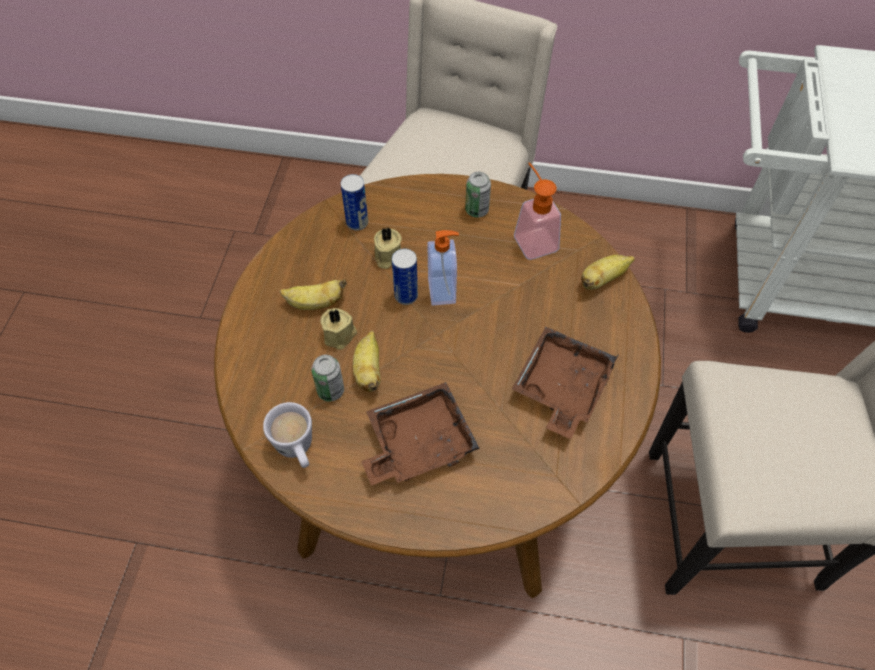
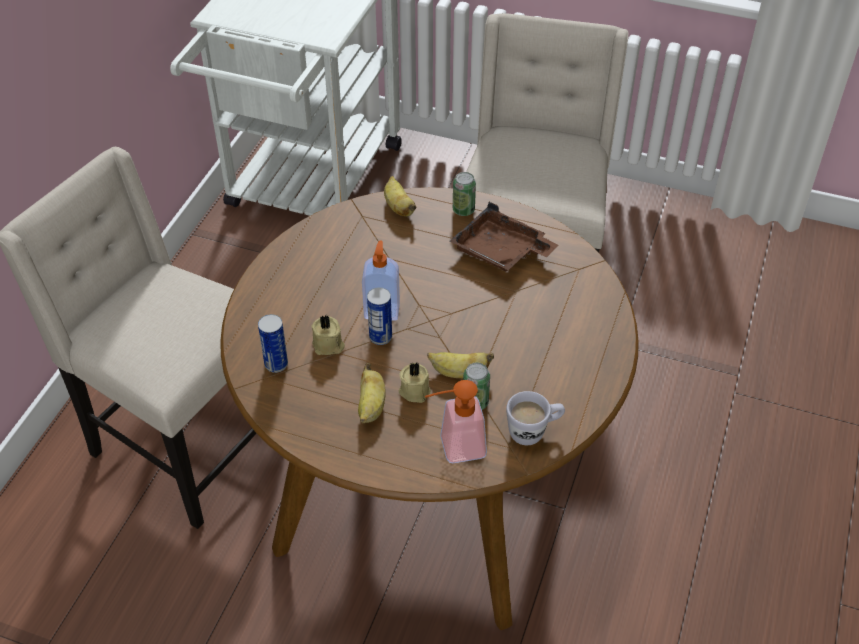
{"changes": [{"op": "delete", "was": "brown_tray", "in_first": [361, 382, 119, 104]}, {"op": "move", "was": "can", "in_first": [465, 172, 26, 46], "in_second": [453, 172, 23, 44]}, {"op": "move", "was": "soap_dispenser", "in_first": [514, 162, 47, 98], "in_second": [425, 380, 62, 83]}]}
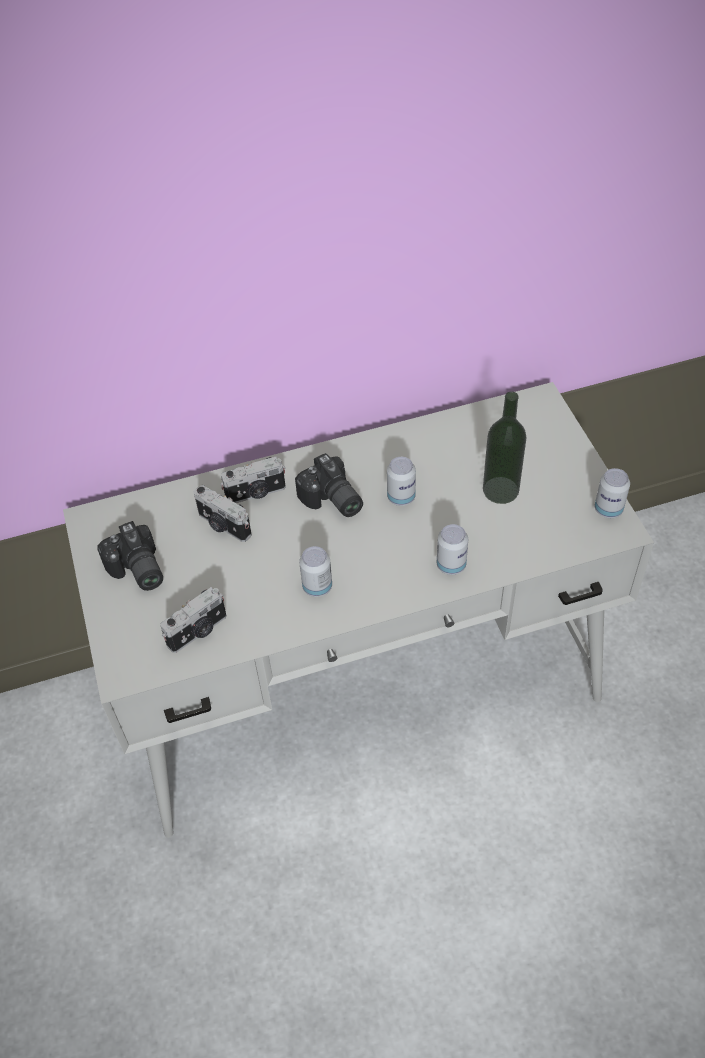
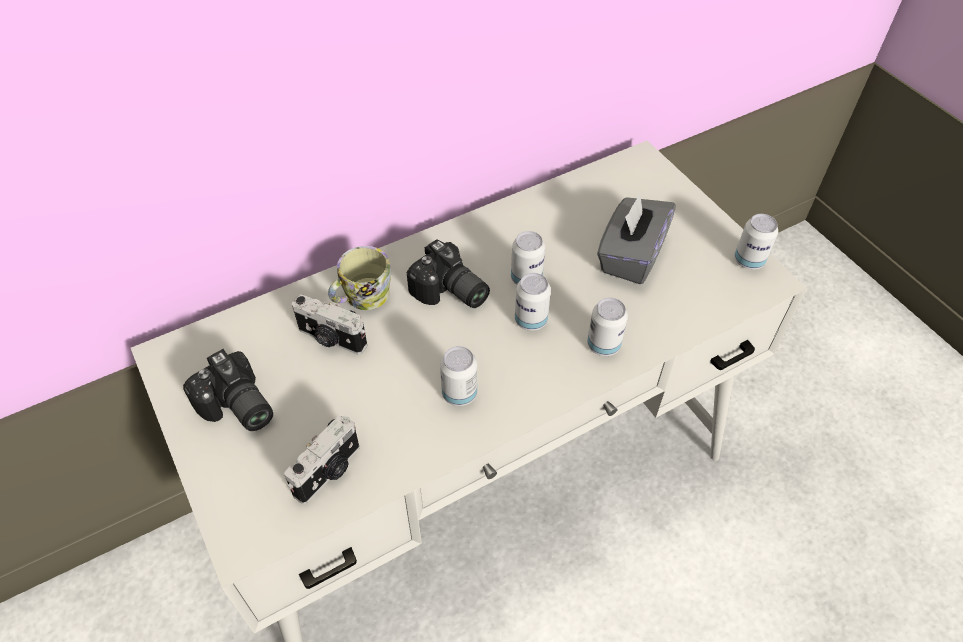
{"changes": [{"op": "insert", "now": "can", "in_second": [515, 273, 36, 58]}, {"op": "replace", "was": "photo_camera", "now": "mug", "in_first": [220, 457, 66, 46], "in_second": [328, 246, 63, 64]}, {"op": "replace", "was": "bottle", "now": "grey_tissue_box", "in_first": [483, 391, 43, 113], "in_second": [597, 193, 79, 91]}]}
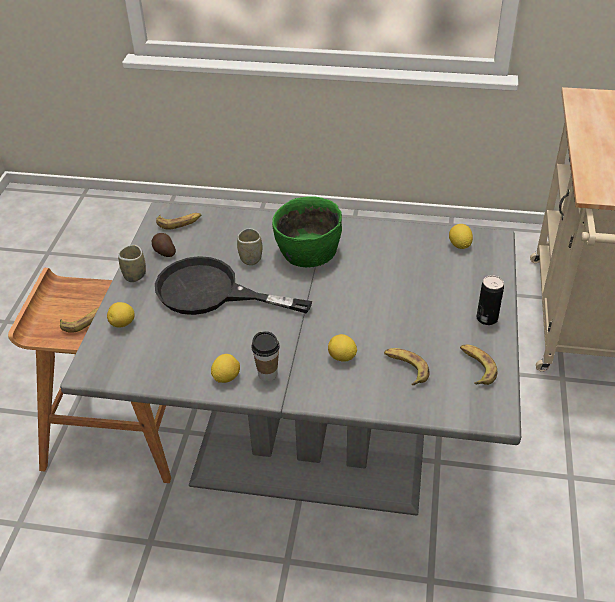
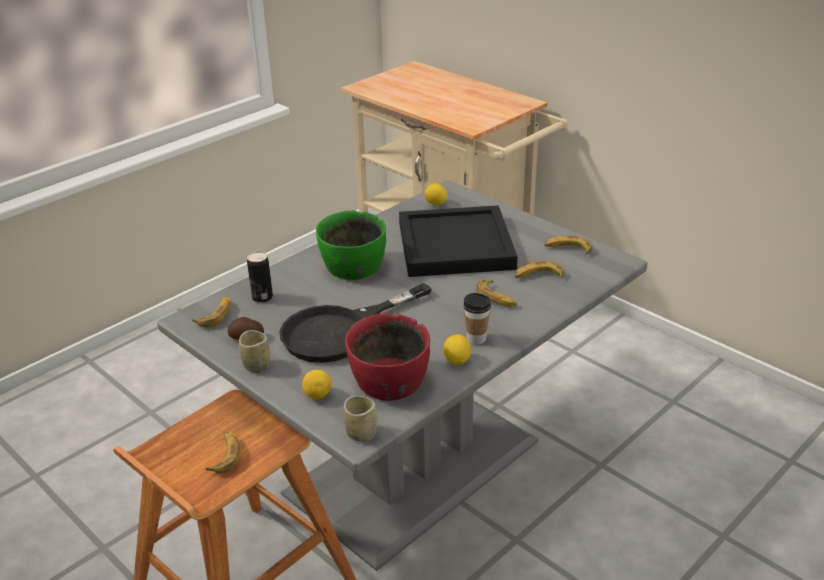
{"changes": [{"op": "insert", "now": "red_bowl", "in_second": [345, 313, 85, 88]}, {"op": "insert", "now": "black_tray", "in_second": [399, 205, 118, 72]}, {"op": "move", "was": "cup", "in_first": [237, 228, 25, 37], "in_second": [344, 396, 33, 46]}, {"op": "move", "was": "can", "in_first": [477, 275, 27, 50], "in_second": [247, 252, 26, 51]}, {"op": "replace", "was": "lemon", "now": "banana", "in_first": [328, 334, 29, 28], "in_second": [476, 280, 41, 27]}]}
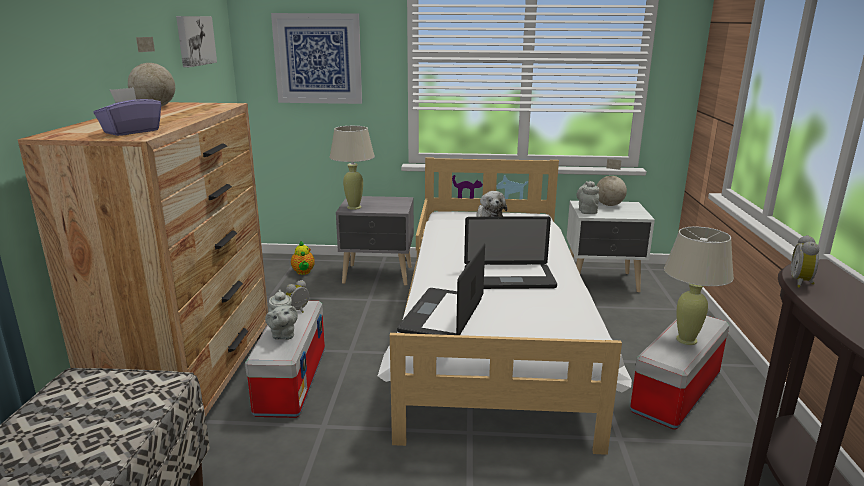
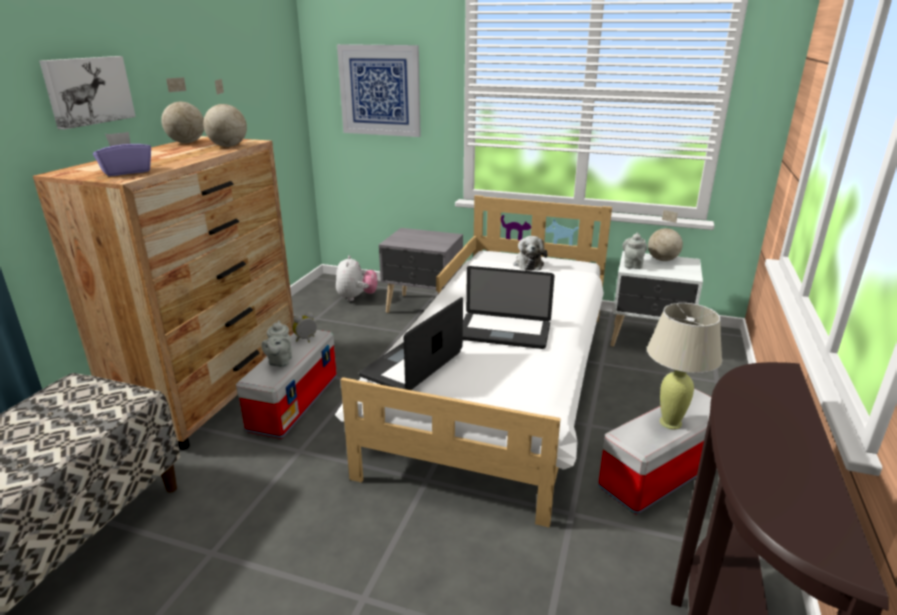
{"changes": [{"op": "delete", "was": "beige_table_lamp", "in_first": [330, 126, 45, 84]}, {"op": "delete", "was": "alarm_clock", "in_first": [791, 235, 28, 53]}, {"op": "insert", "now": "globe", "in_second": [203, 79, 44, 68]}, {"op": "move", "was": "picture", "in_first": [176, 16, 41, 51], "in_second": [39, 56, 97, 74]}, {"op": "replace", "was": "teapot", "now": "plush_toy", "in_first": [291, 241, 24, 34], "in_second": [336, 255, 42, 46]}]}
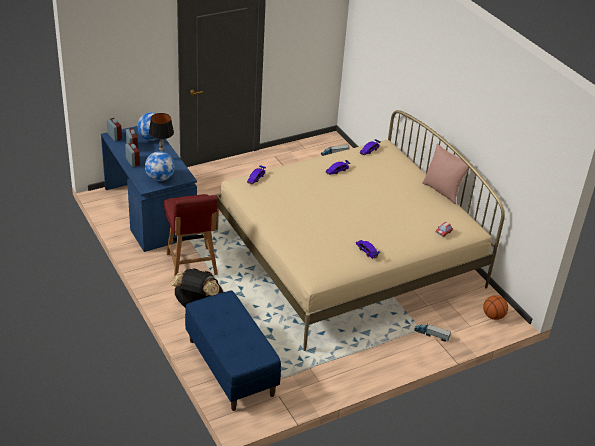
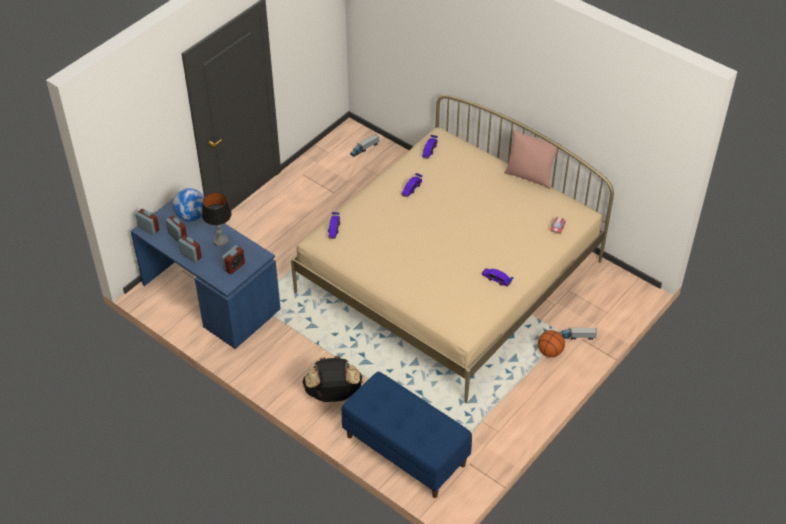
{"changes": [{"op": "delete", "was": "red_chair", "in_first": [164, 194, 54, 82]}, {"op": "move", "was": "basketball", "in_first": [483, 295, 25, 25], "in_second": [538, 330, 27, 27]}, {"op": "replace", "was": "globe", "now": "alarm_clock", "in_first": [145, 151, 30, 30], "in_second": [222, 245, 23, 29]}]}
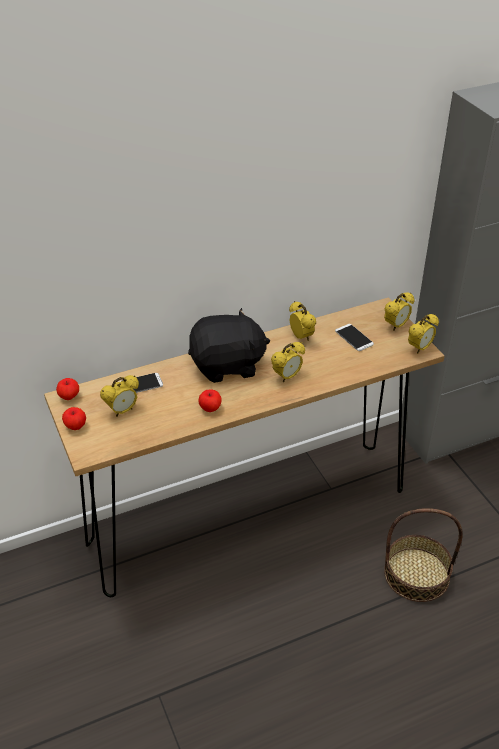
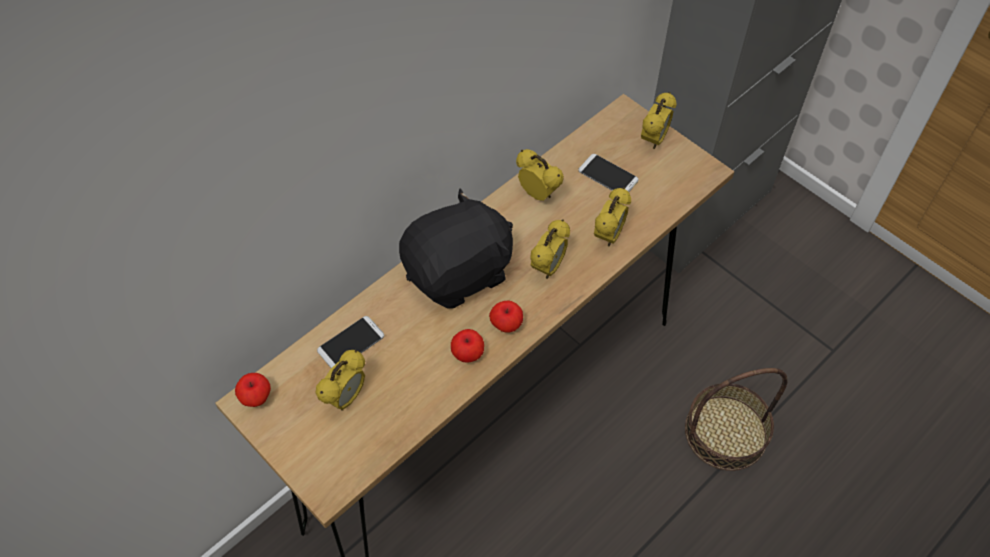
{"changes": [{"op": "move", "was": "apple", "in_first": [62, 407, 24, 23], "in_second": [489, 301, 34, 32]}, {"op": "move", "was": "alarm_clock", "in_first": [408, 314, 31, 40], "in_second": [594, 187, 37, 60]}]}
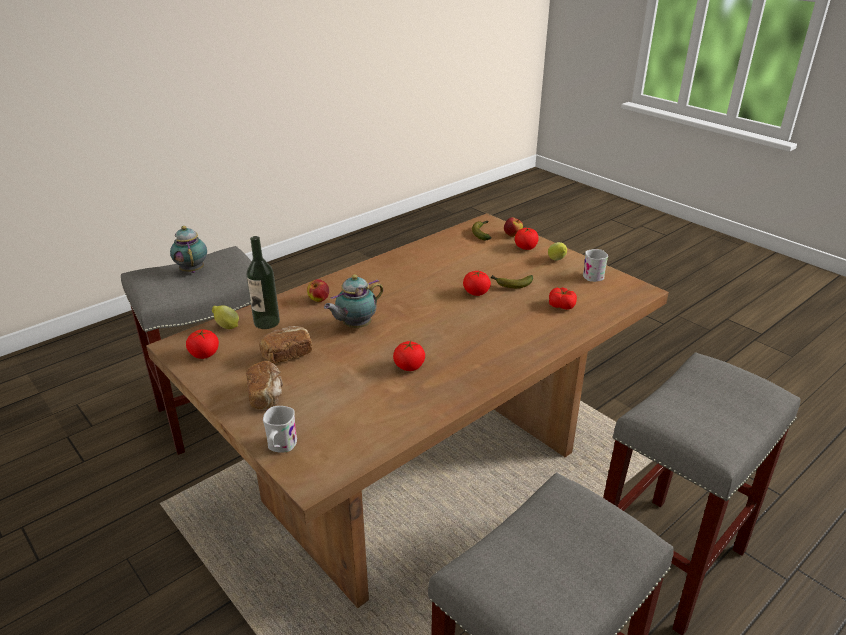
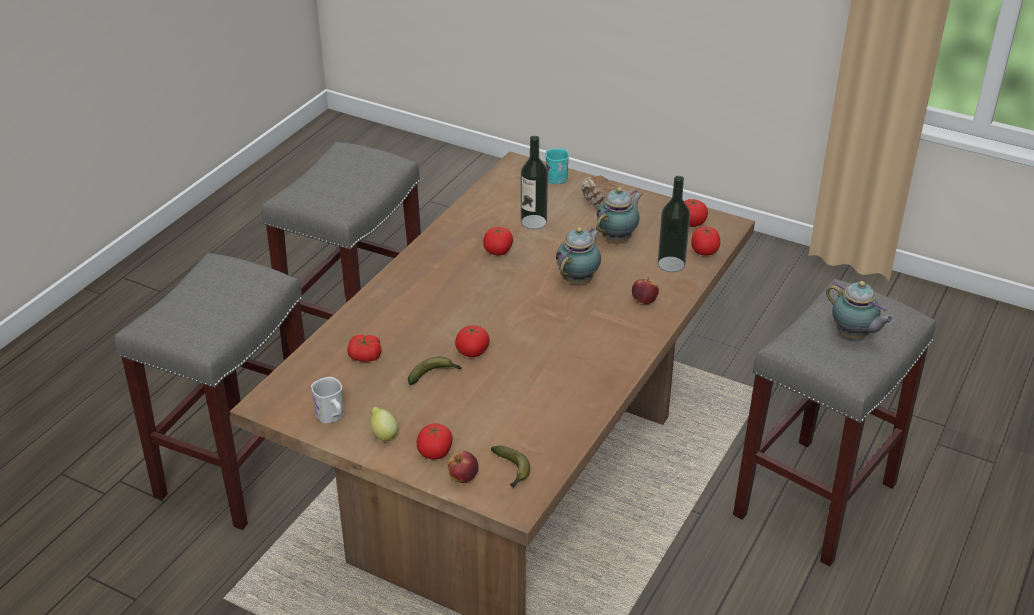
{"changes": [{"op": "insert", "now": "bottle", "in_second": [521, 136, 27, 93]}, {"op": "replace", "was": "lemon", "now": "tomato", "in_first": [212, 305, 27, 24], "in_second": [691, 227, 29, 29]}, {"op": "replace", "was": "bread", "now": "teapot", "in_first": [259, 326, 53, 38], "in_second": [596, 187, 47, 55]}, {"op": "recolor", "was": "white_mug", "now": "turquoise_mug", "in_first": [263, 406, 34, 47], "in_second": [546, 148, 23, 36]}]}
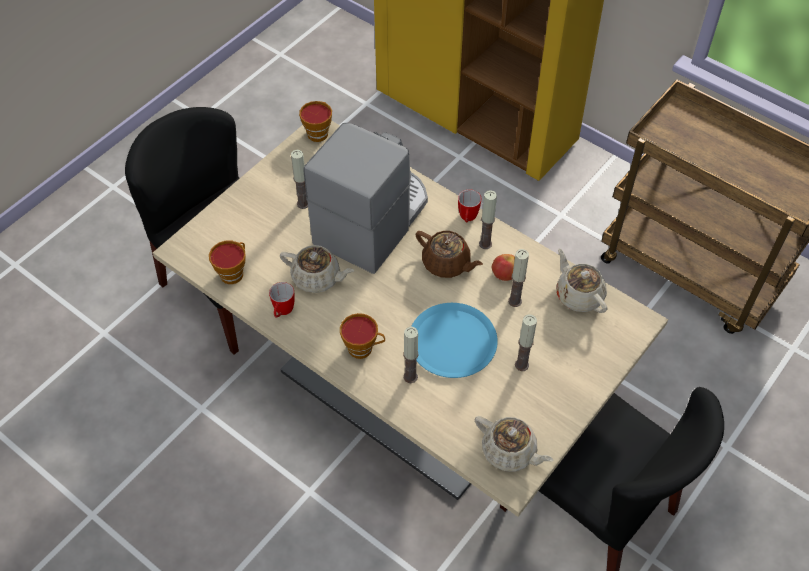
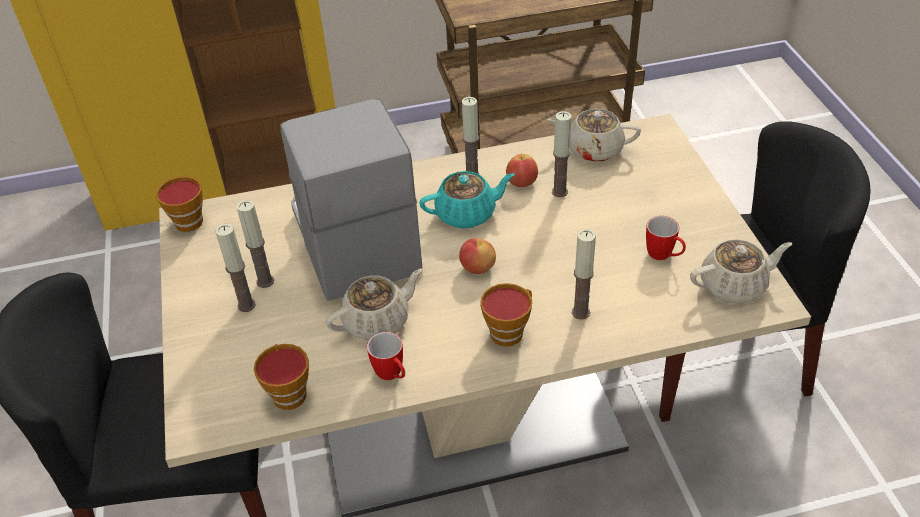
{"changes": [{"op": "delete", "was": "blue_plate", "in_first": [411, 303, 87, 75]}, {"op": "insert", "now": "apple", "in_second": [459, 238, 37, 36]}, {"op": "move", "was": "mug", "in_first": [458, 189, 23, 33], "in_second": [646, 216, 40, 44]}, {"op": "move", "was": "candle", "in_first": [515, 314, 22, 57], "in_second": [216, 224, 40, 88]}, {"op": "recolor", "was": "brown_teapot", "now": "turquoise_teapot", "in_first": [415, 231, 68, 47], "in_second": [419, 171, 96, 58]}]}
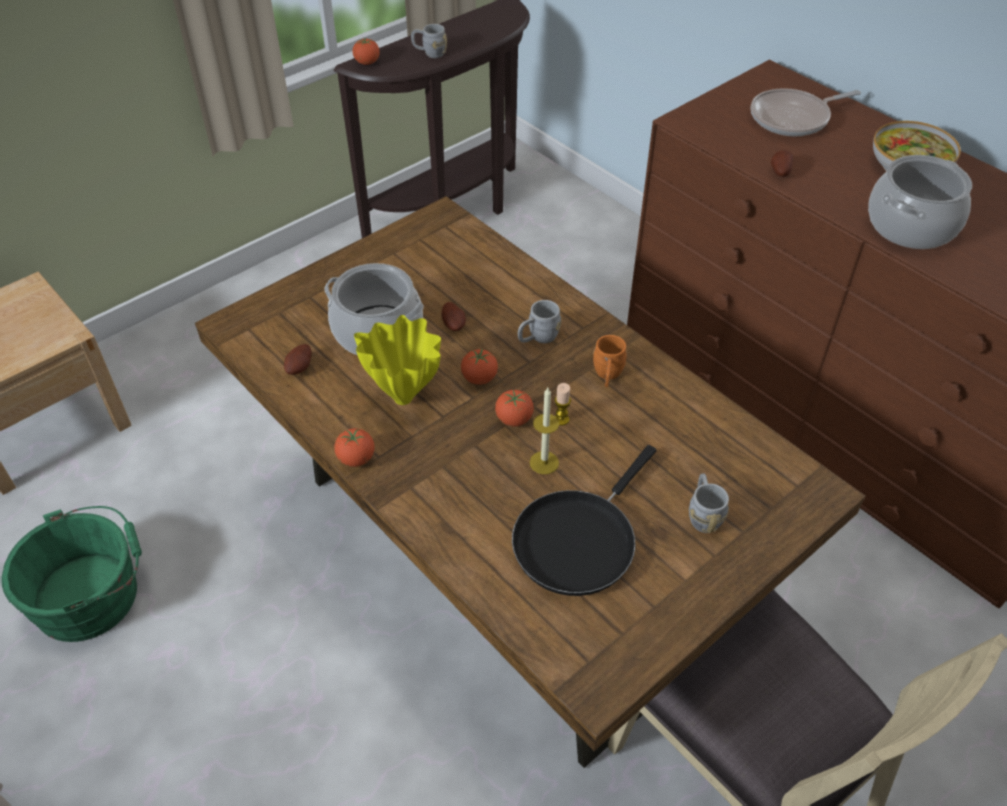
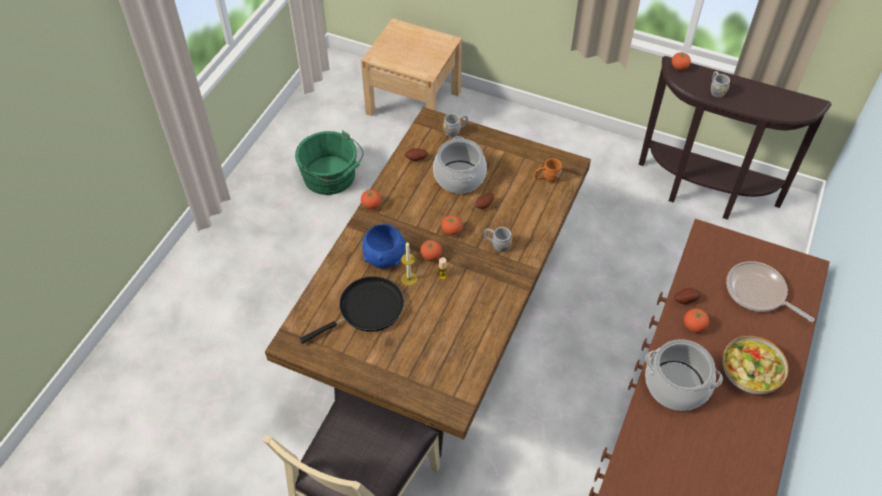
{"changes": [{"op": "delete", "was": "yellow_vase", "in_first": [354, 315, 87, 90]}, {"op": "insert", "now": "blue_bowl", "in_second": [362, 224, 43, 45]}, {"op": "insert", "now": "tomato", "in_second": [684, 309, 25, 24]}, {"op": "move", "was": "orange_mug", "in_first": [593, 335, 34, 52], "in_second": [534, 158, 28, 25]}, {"op": "move", "was": "grey_mug", "in_first": [689, 473, 40, 60], "in_second": [443, 113, 25, 24]}, {"op": "rotate", "was": "black_frying_pan", "in_first": [512, 445, 144, 151], "in_second": [299, 276, 105, 68], "clockwise": 135}]}
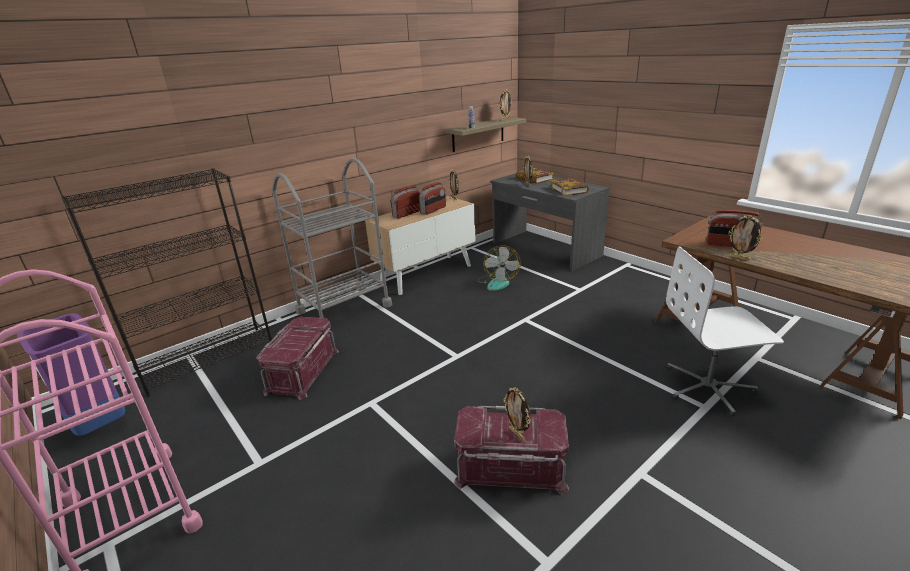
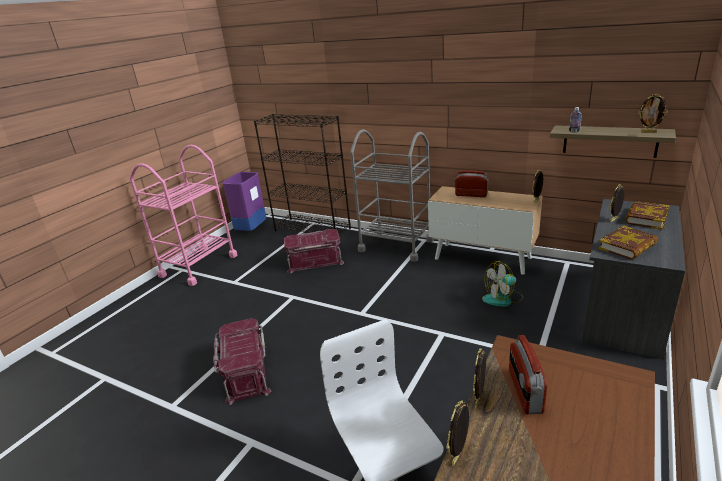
{"changes": [{"op": "delete", "was": "radio", "in_first": [419, 182, 27, 33]}, {"op": "move", "was": "picture_frame", "in_first": [503, 387, 28, 54], "in_second": [446, 400, 23, 66]}]}
